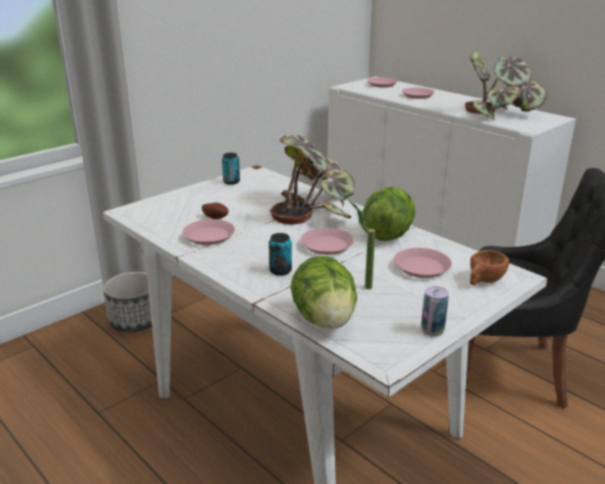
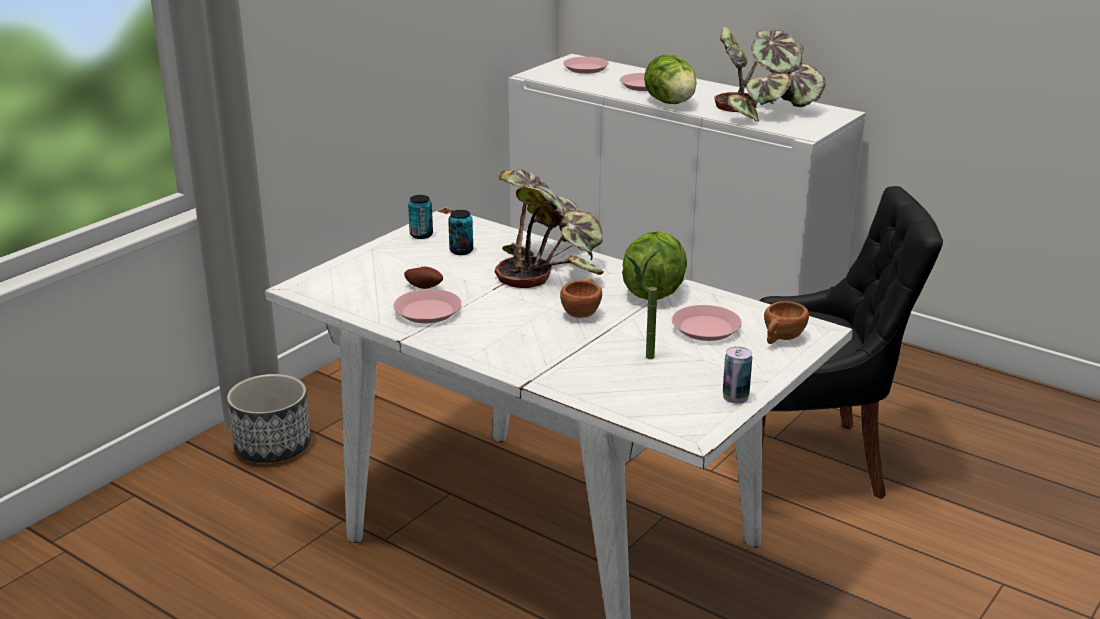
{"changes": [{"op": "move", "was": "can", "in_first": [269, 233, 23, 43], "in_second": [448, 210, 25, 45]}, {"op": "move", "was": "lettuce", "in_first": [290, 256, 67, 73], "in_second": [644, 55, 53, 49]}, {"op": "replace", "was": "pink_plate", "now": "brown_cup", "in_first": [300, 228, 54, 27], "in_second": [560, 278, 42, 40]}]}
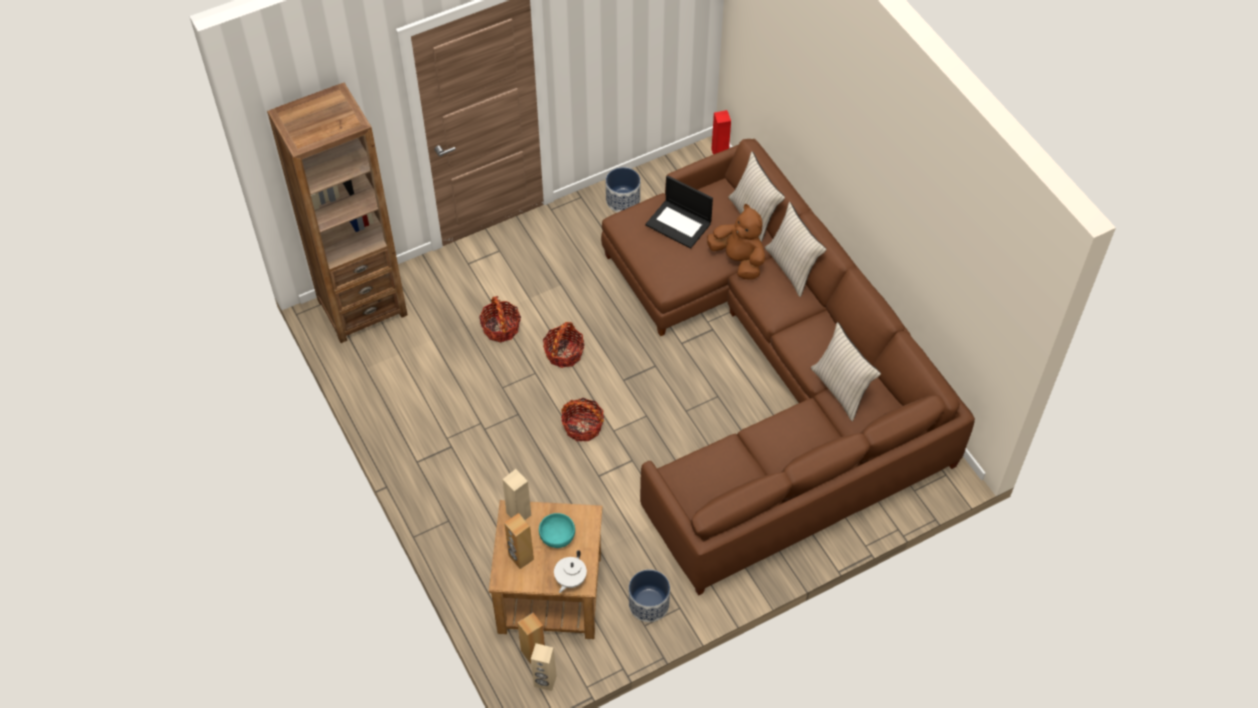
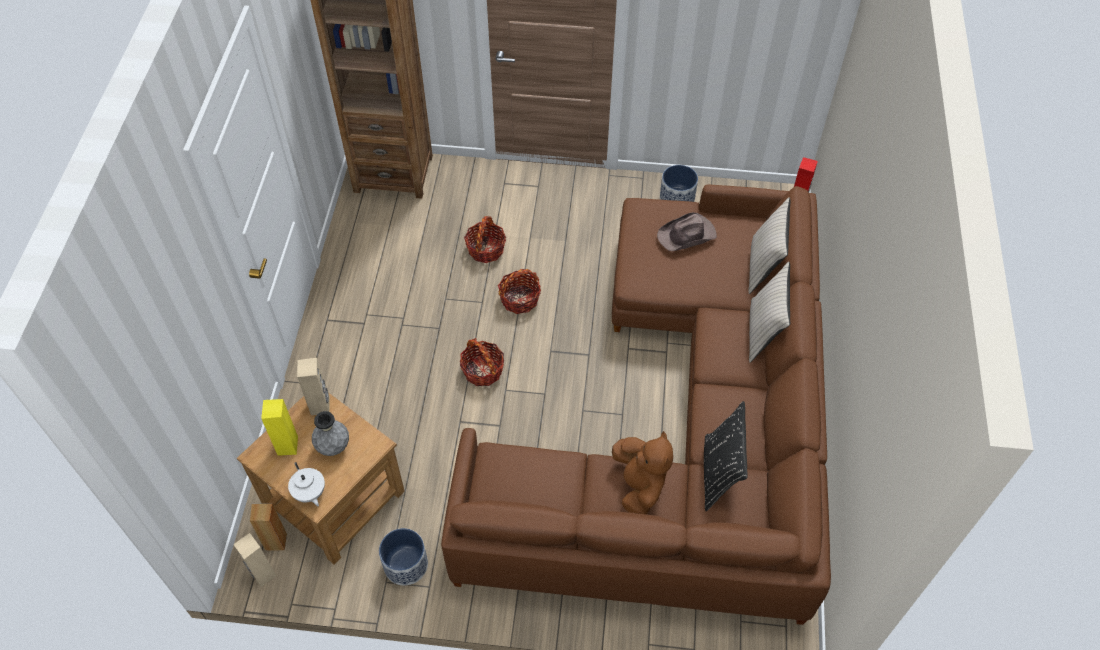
{"changes": [{"op": "move", "was": "brown_plush_toy", "in_first": [707, 204, 58, 76], "in_second": [612, 431, 61, 83]}, {"op": "replace", "was": "turquoise_bowl", "now": "grey_vase", "in_first": [539, 513, 36, 35], "in_second": [312, 411, 37, 45]}, {"op": "replace", "was": "laptop", "now": "brown_hat", "in_first": [645, 175, 68, 74], "in_second": [657, 212, 60, 39]}, {"op": "recolor", "was": "brown_speaker", "now": "yellow_speaker", "in_first": [504, 513, 30, 56], "in_second": [261, 399, 37, 57]}, {"op": "recolor", "was": "beige_pillow", "now": "black_pillow", "in_first": [811, 322, 70, 99], "in_second": [704, 401, 44, 110]}, {"op": "rotate", "was": "white_teapot", "in_first": [554, 550, 33, 43], "in_second": [288, 462, 37, 44], "clockwise": -90}]}
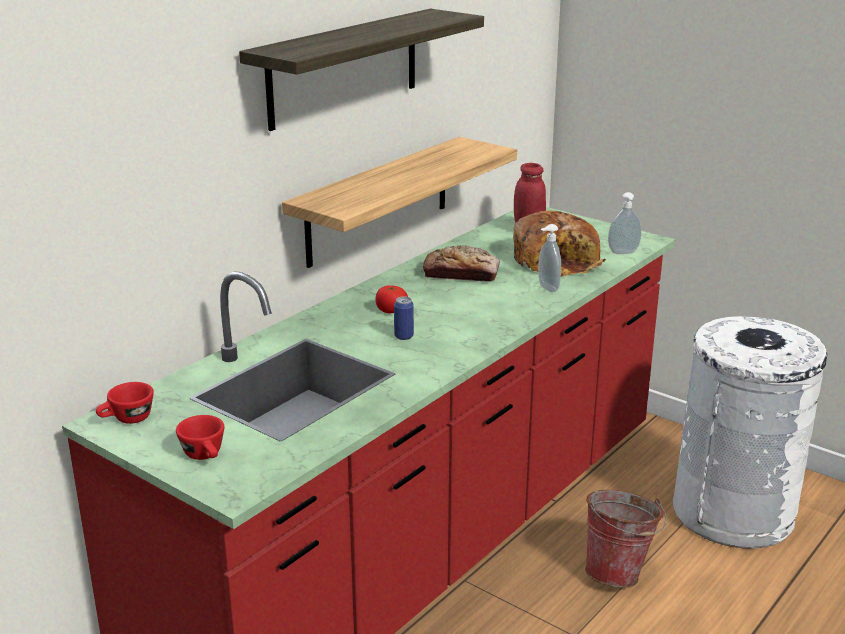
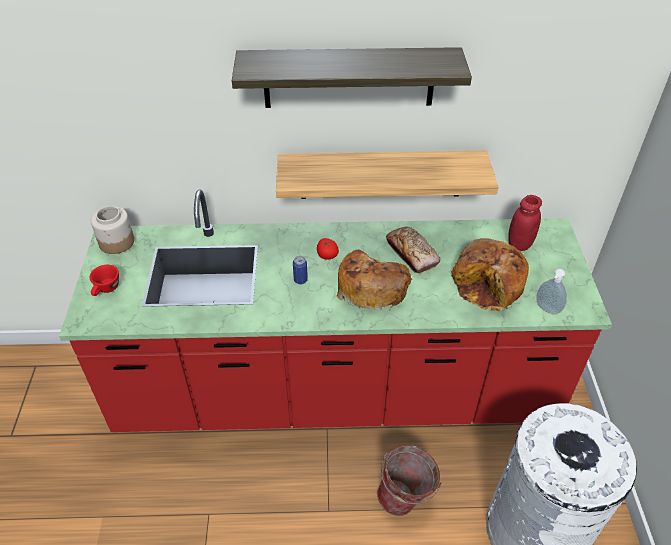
{"changes": [{"op": "delete", "was": "soap_dispenser", "in_first": [538, 224, 23, 68]}, {"op": "insert", "now": "bread", "in_second": [337, 250, 75, 60]}, {"op": "replace", "was": "red_cup", "now": "jar", "in_first": [96, 382, 58, 42], "in_second": [91, 206, 43, 48]}]}
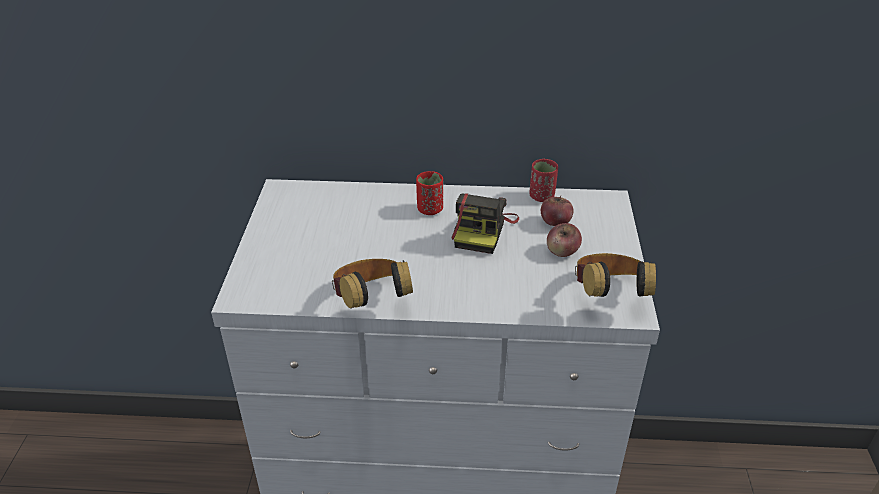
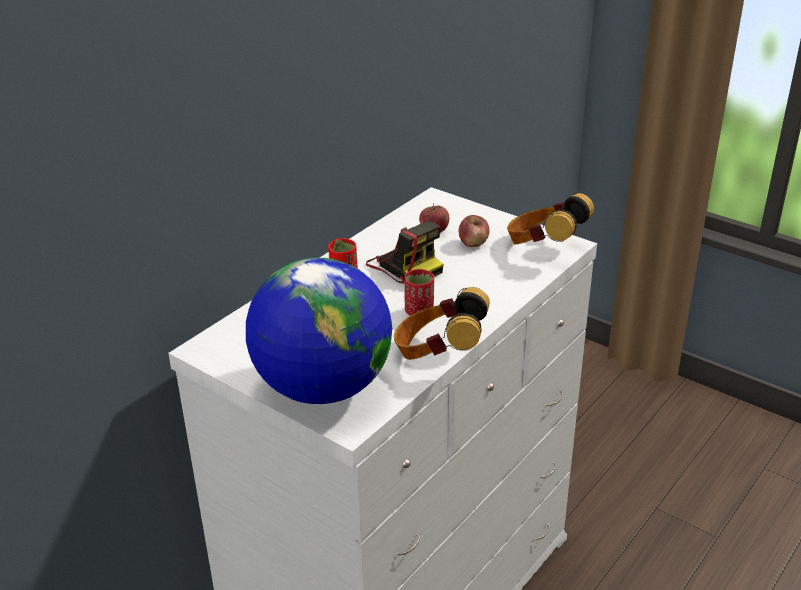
{"changes": [{"op": "insert", "now": "globe", "in_second": [246, 258, 146, 146]}, {"op": "move", "was": "red_cup", "in_first": [529, 159, 29, 43], "in_second": [405, 269, 29, 47]}]}
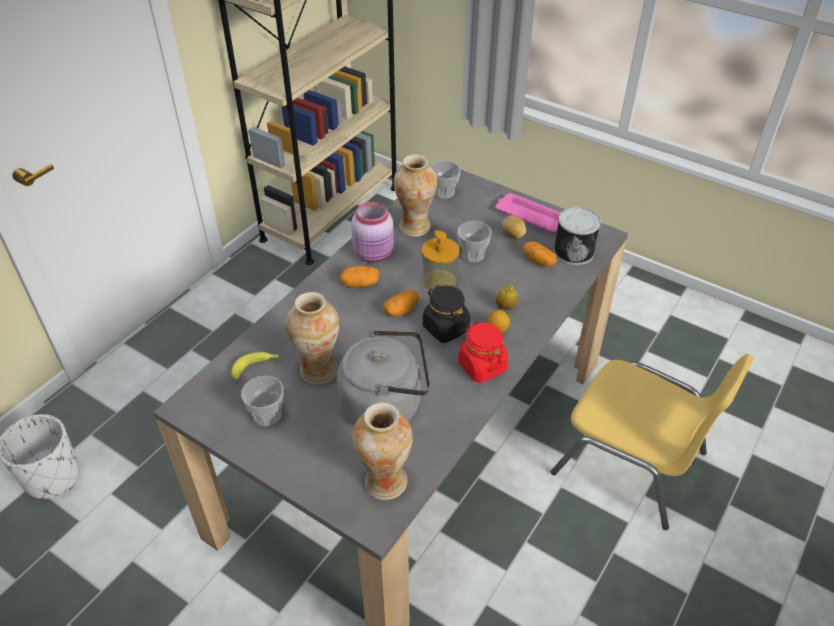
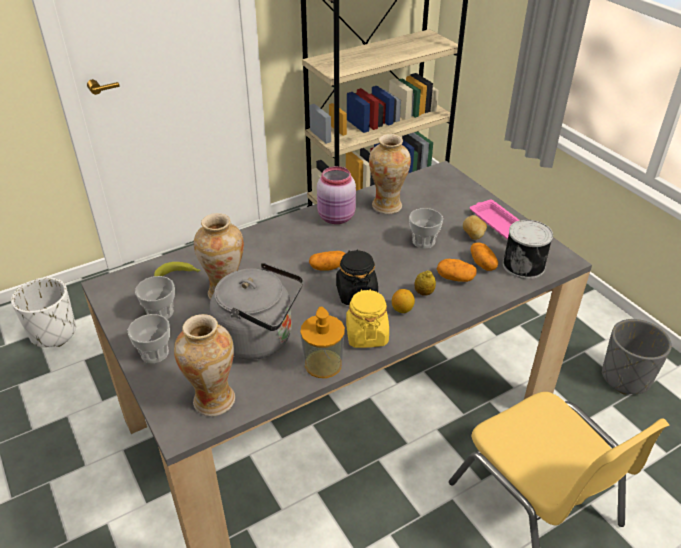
{"changes": [{"op": "insert", "now": "grey_planter", "in_second": [602, 319, 70, 76]}, {"op": "move", "was": "potato", "in_first": [340, 266, 39, 22], "in_second": [437, 259, 40, 23]}, {"op": "move", "was": "soap_dispenser", "in_first": [422, 230, 38, 61], "in_second": [300, 307, 45, 71]}, {"op": "move", "was": "cup", "in_first": [430, 161, 30, 38], "in_second": [128, 314, 42, 49]}, {"op": "recolor", "was": "red_jar", "now": "yellow_jar", "in_first": [458, 322, 50, 61], "in_second": [346, 289, 43, 59]}]}
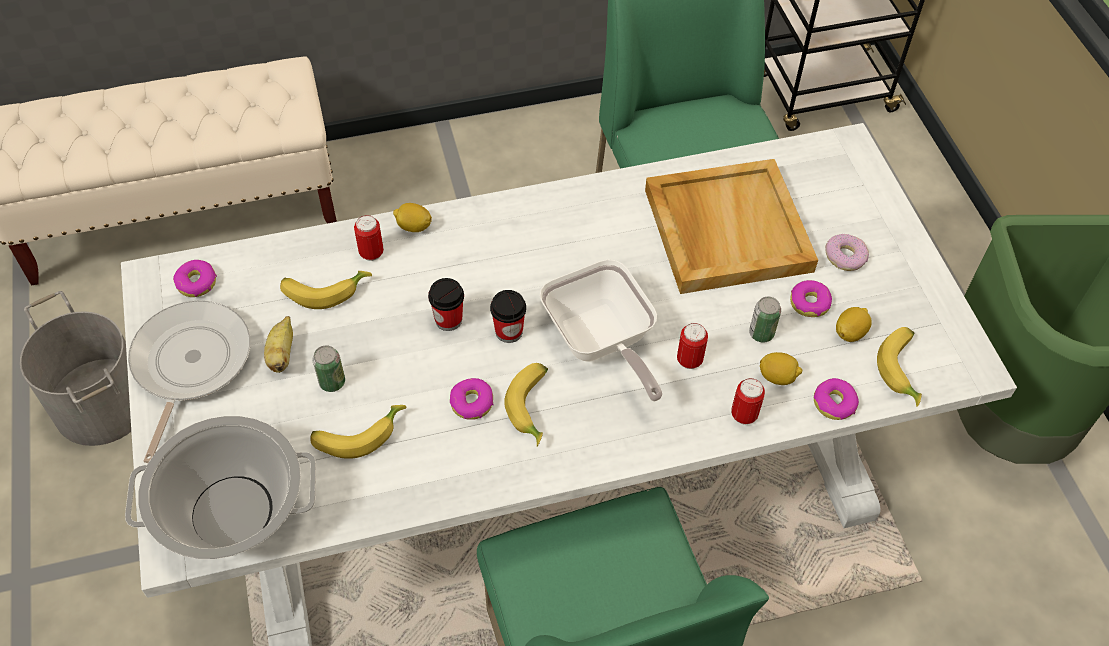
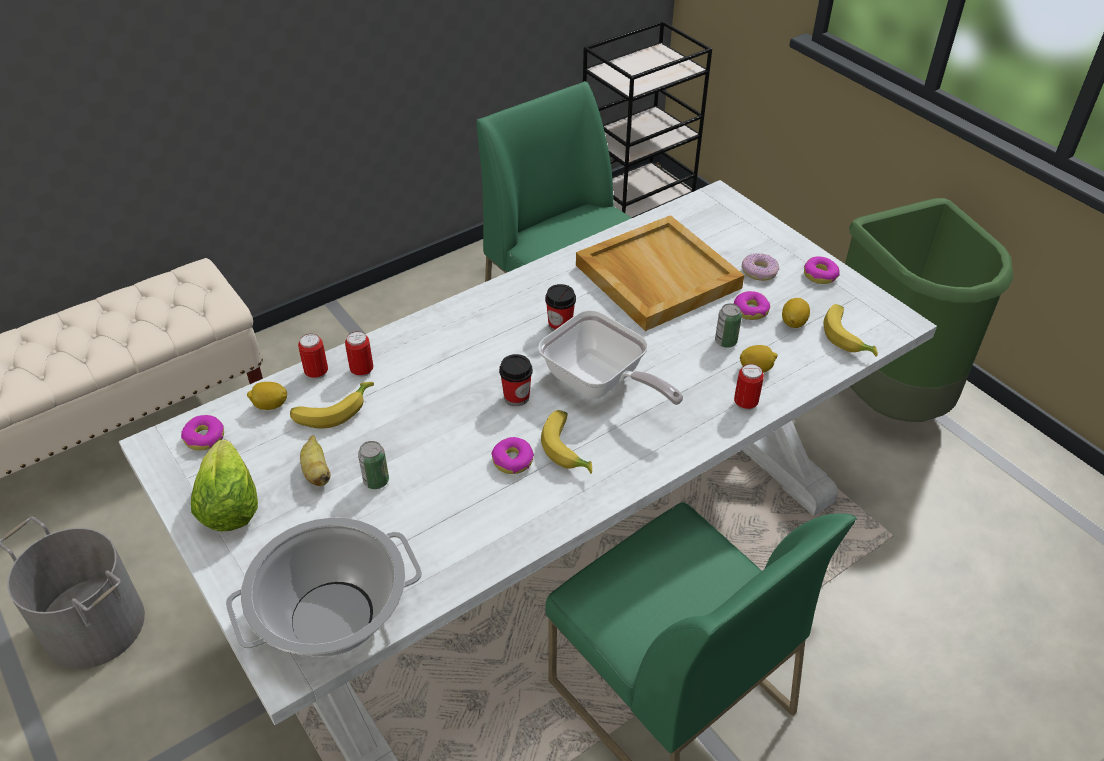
{"changes": [{"op": "delete", "was": "banana", "in_first": [311, 405, 96, 54]}, {"op": "move", "was": "lemon", "in_first": [393, 203, 39, 29], "in_second": [247, 382, 41, 28]}, {"op": "move", "was": "cup", "in_first": [428, 278, 36, 53], "in_second": [545, 284, 31, 47]}, {"op": "move", "was": "can", "in_first": [677, 323, 31, 46], "in_second": [298, 334, 30, 45]}, {"op": "move", "was": "donut", "in_first": [814, 378, 45, 42], "in_second": [804, 257, 36, 27]}, {"op": "replace", "was": "frying_pan", "now": "lettuce", "in_first": [128, 300, 123, 163], "in_second": [191, 439, 67, 93]}]}
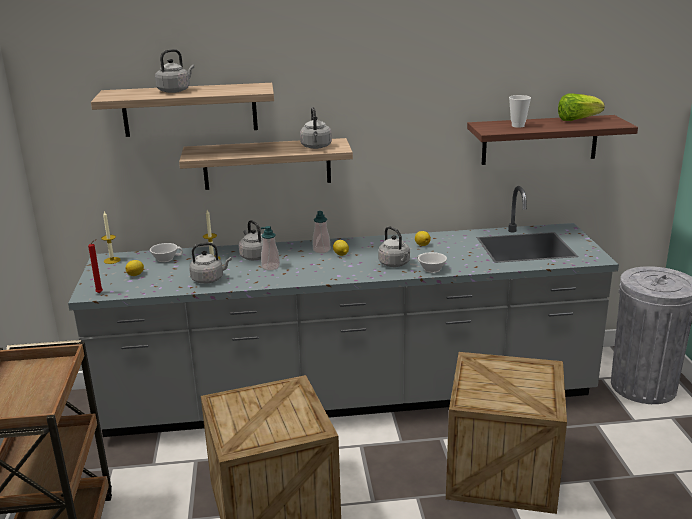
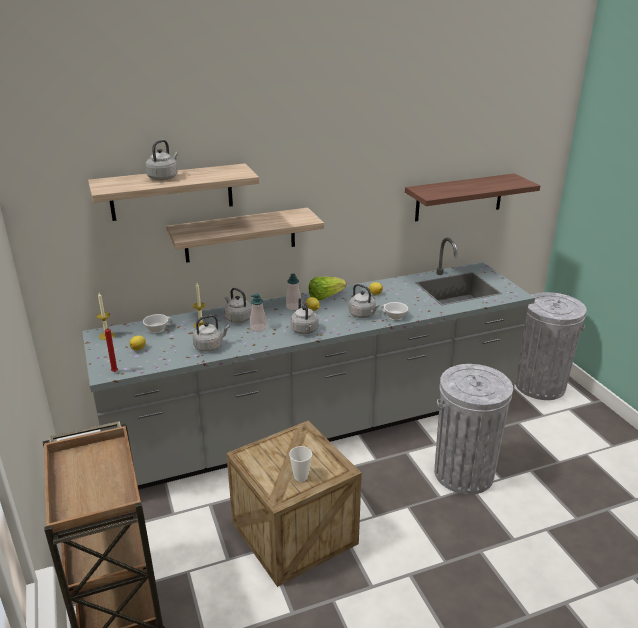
{"changes": [{"op": "move", "was": "grey_kettle", "in_first": [300, 107, 32, 42], "in_second": [290, 297, 29, 37]}, {"op": "move", "was": "cup", "in_first": [509, 95, 22, 33], "in_second": [289, 446, 23, 36]}, {"op": "move", "was": "lettuce", "in_first": [558, 93, 47, 28], "in_second": [309, 277, 37, 23]}, {"op": "replace", "was": "crate", "now": "grey_trash_can", "in_first": [446, 352, 121, 162], "in_second": [434, 364, 79, 131]}]}
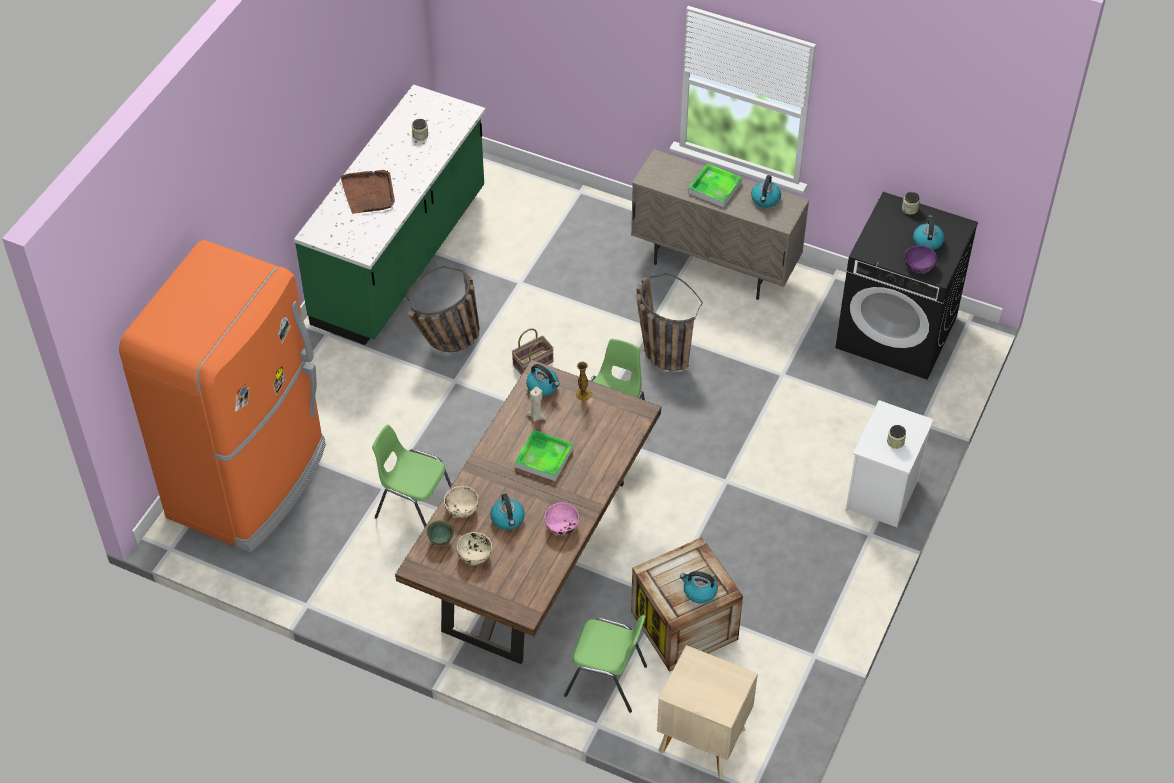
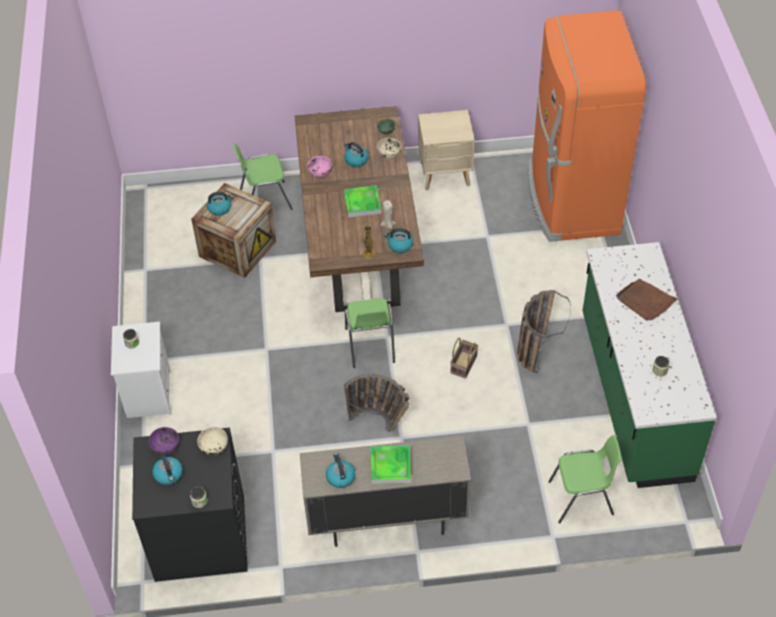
{"changes": [{"op": "move", "was": "green_chair", "in_first": [372, 424, 80, 103], "in_second": [548, 435, 74, 88]}, {"op": "move", "was": "beige_bowl", "in_first": [457, 532, 35, 33], "in_second": [197, 427, 31, 28]}, {"op": "move", "was": "beige_nightstand", "in_first": [657, 645, 101, 133], "in_second": [418, 110, 57, 80]}]}
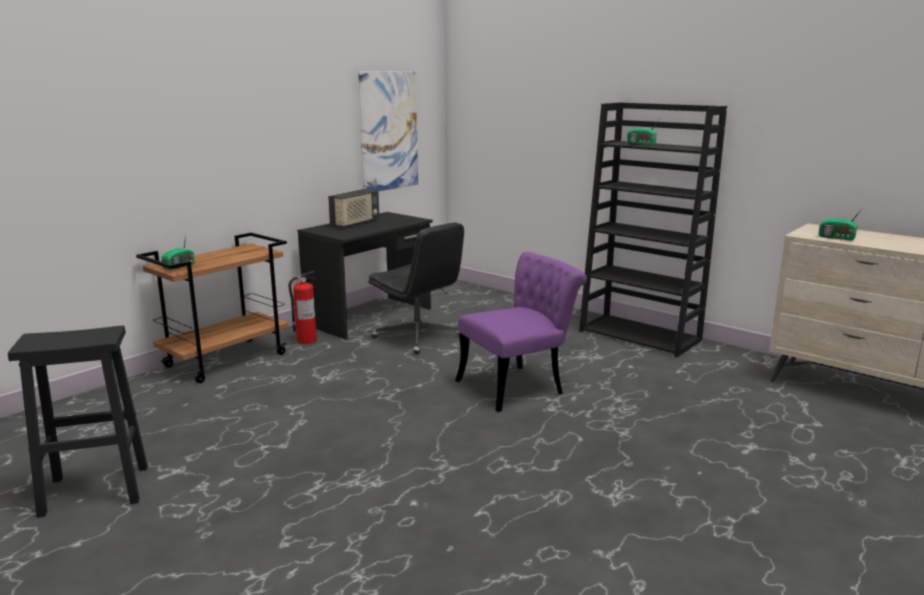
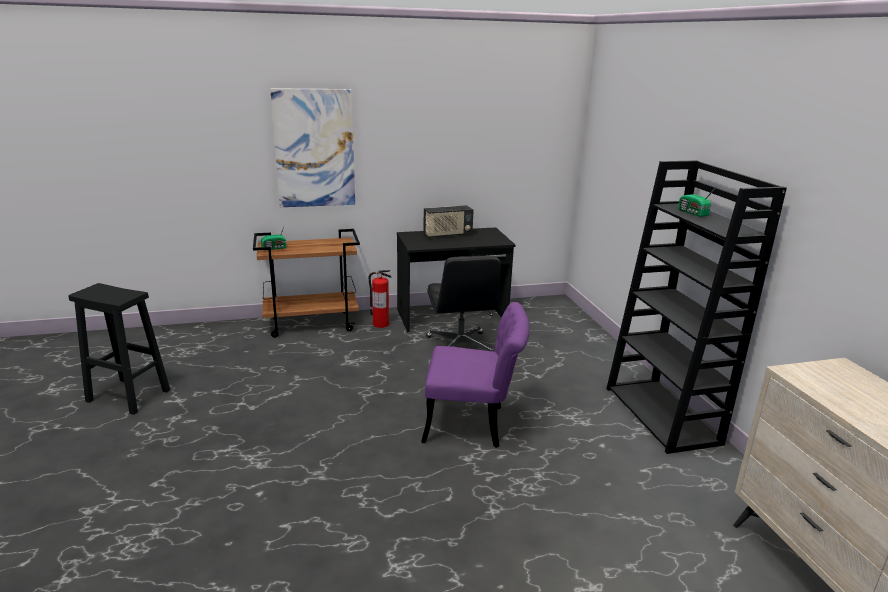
{"changes": [{"op": "delete", "was": "radio", "in_first": [818, 206, 46, 35]}, {"op": "move", "was": "picture", "in_first": [358, 71, 60, 120], "in_second": [270, 88, 85, 119]}]}
